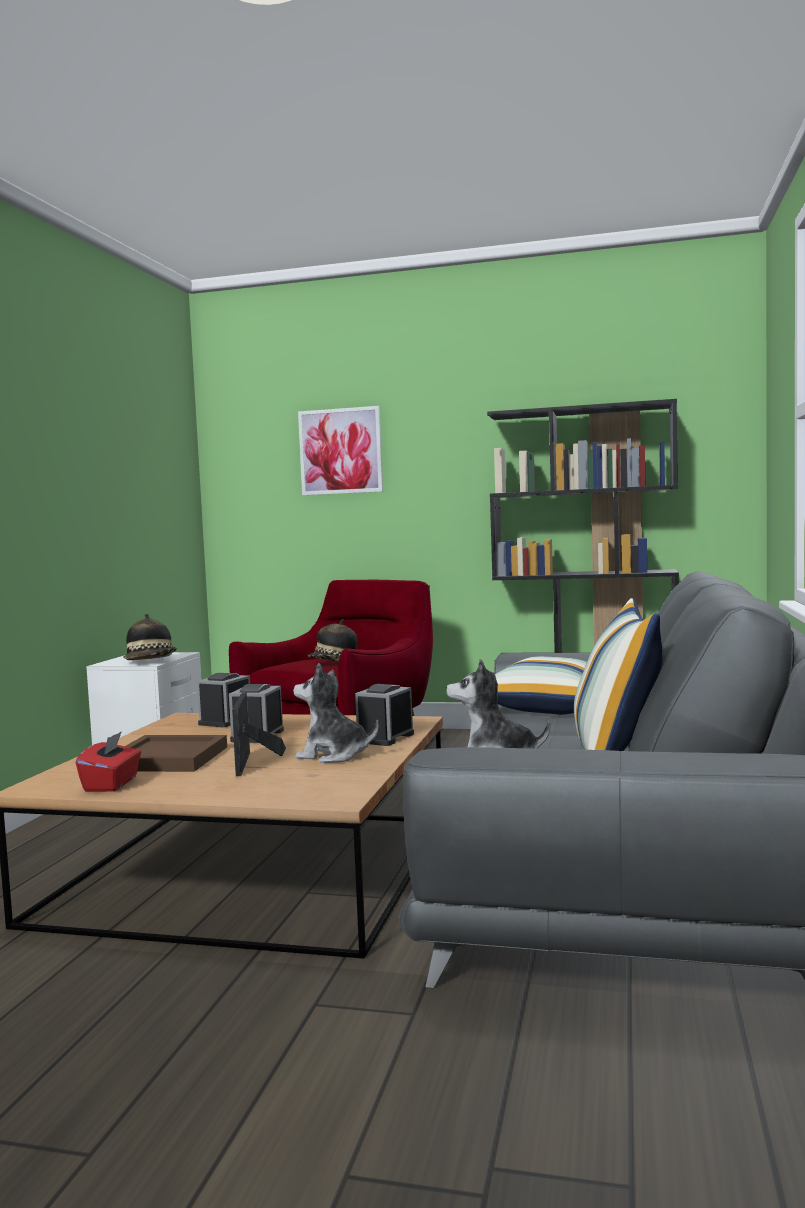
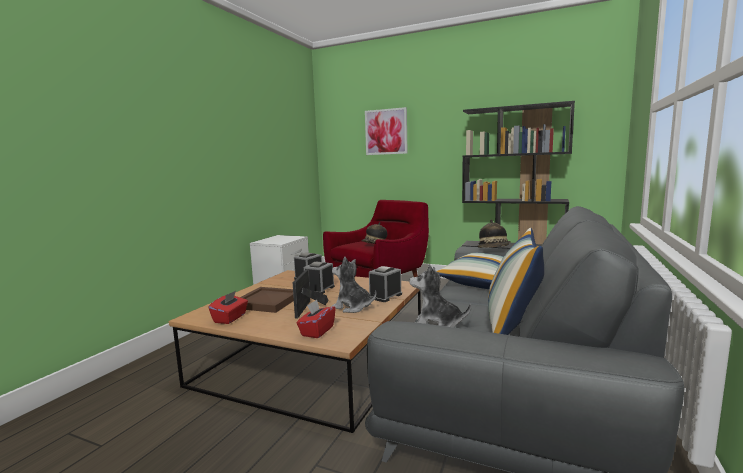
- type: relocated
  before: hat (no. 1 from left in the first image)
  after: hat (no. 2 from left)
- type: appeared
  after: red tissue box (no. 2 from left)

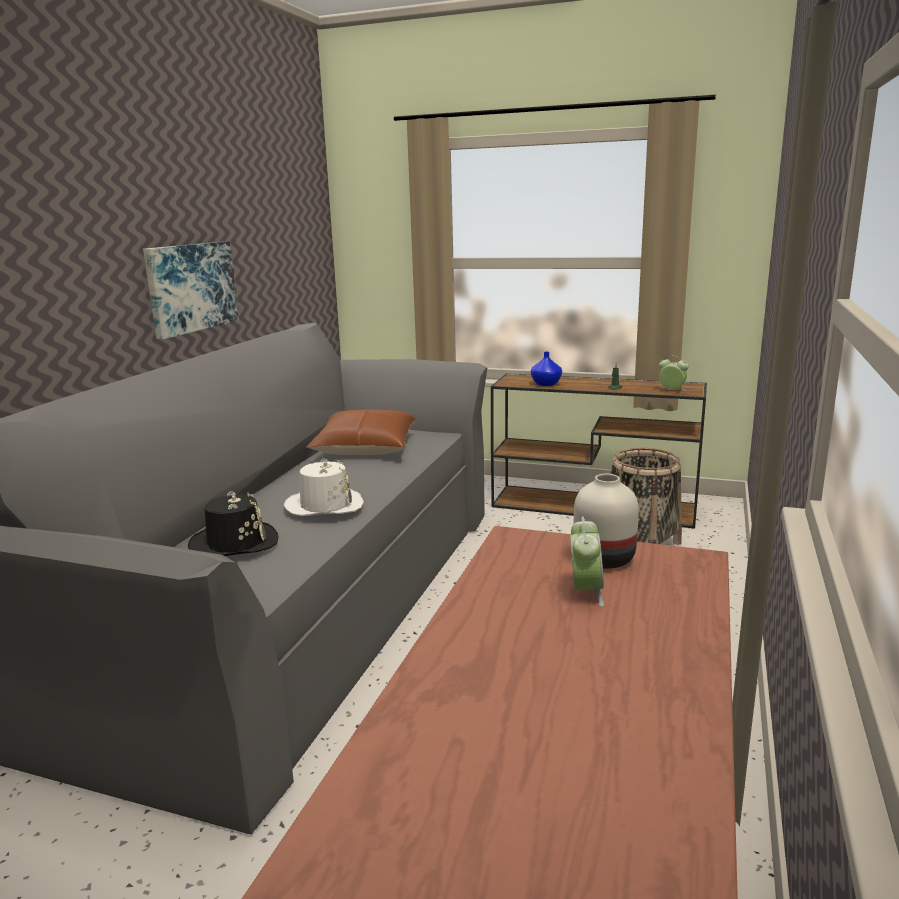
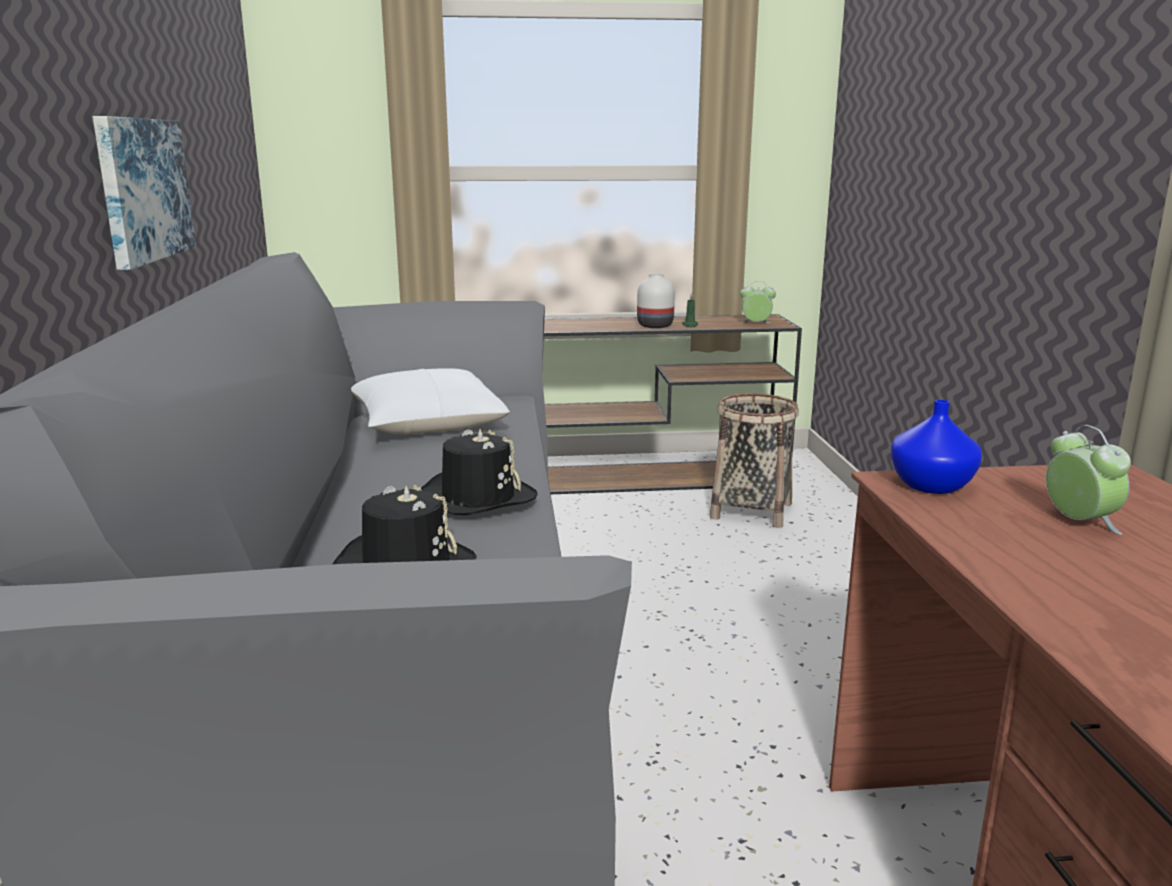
- type: relocated
  before: blue vase
- type: colour
  before: brown pillow
  after: white pillow
- type: colour
  before: white hat
  after: black hat (no. 2 from left)
- type: relocated
  before: white vase

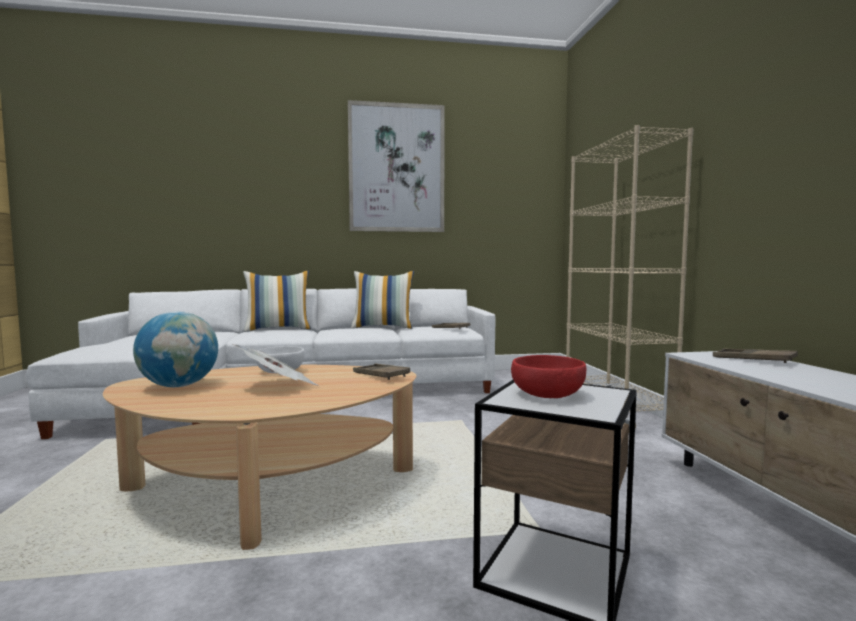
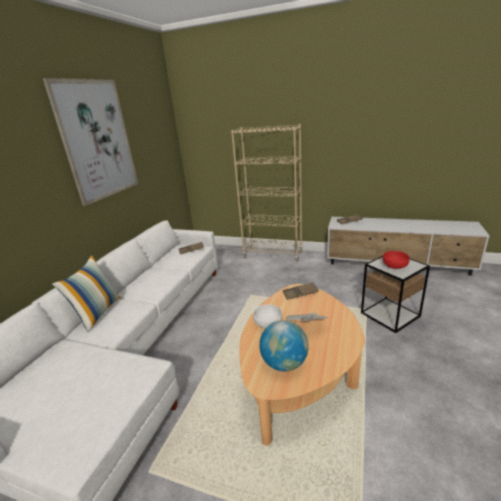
- type: missing
  before: pillow (no. 2 from left)

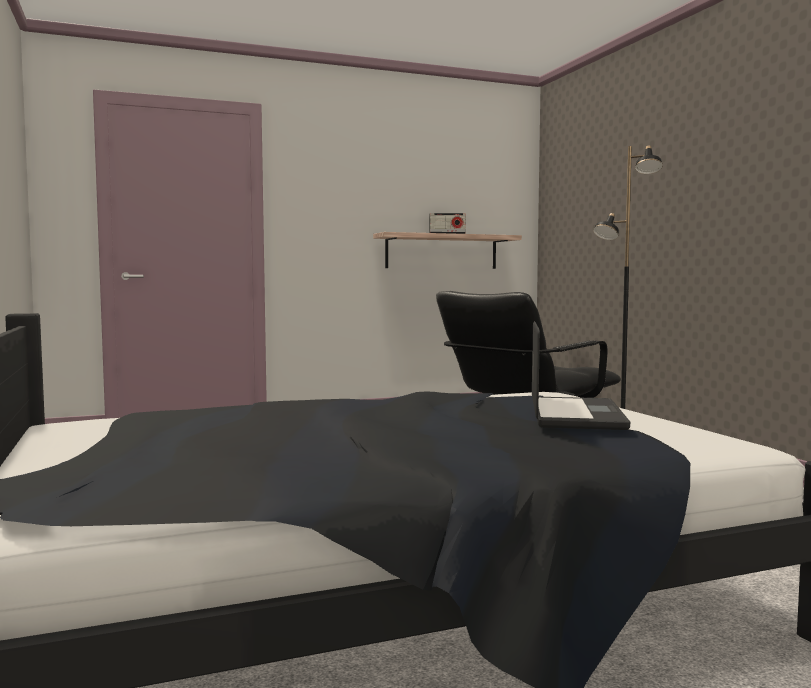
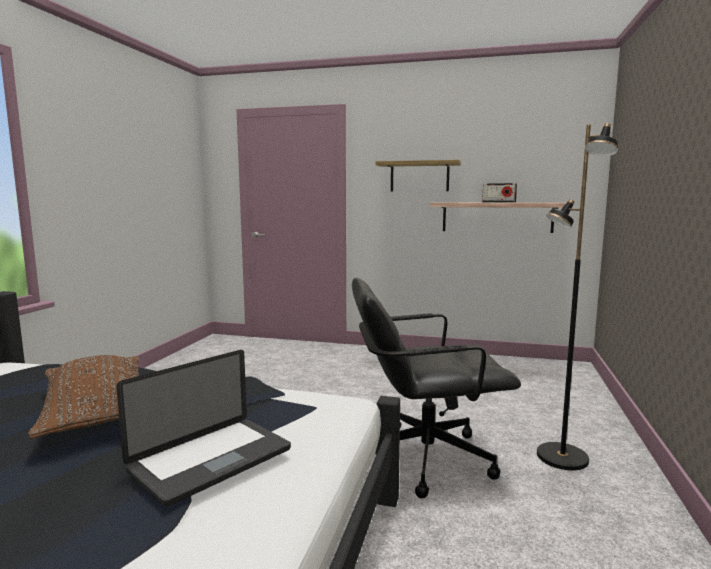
- type: appeared
  after: shelf (no. 1 from left)
- type: appeared
  after: brown pillow

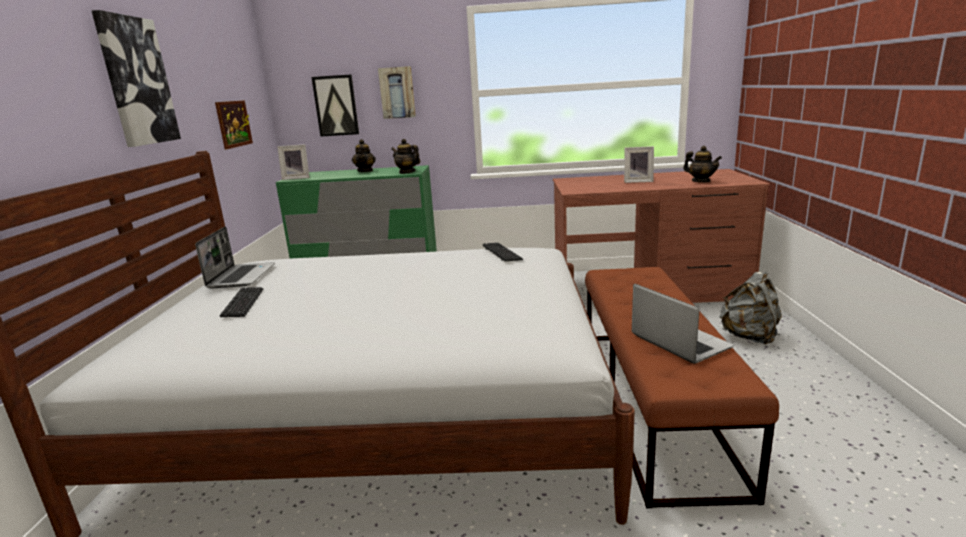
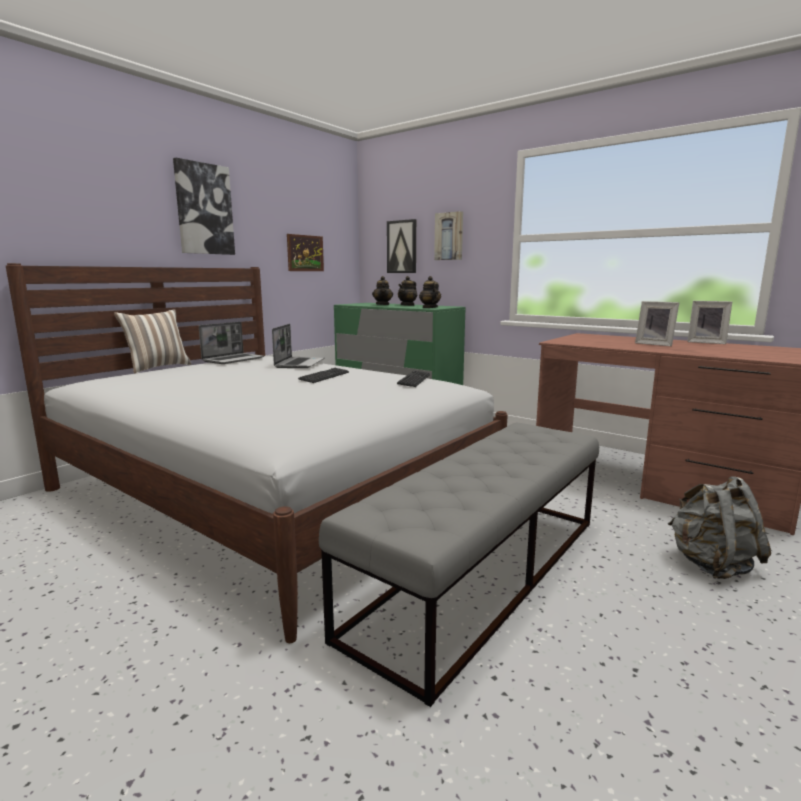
- type: relocated
  before: picture frame (no. 1 from left in the first image)
  after: picture frame (no. 2 from left)
- type: relocated
  before: teapot (no. 3 from left in the first image)
  after: teapot (no. 1 from left)
- type: colour
  before: brown bench
  after: grey bench
- type: relocated
  before: laptop (no. 2 from left)
- type: relocated
  before: keyboard (no. 1 from left)
- type: appeared
  after: pillow

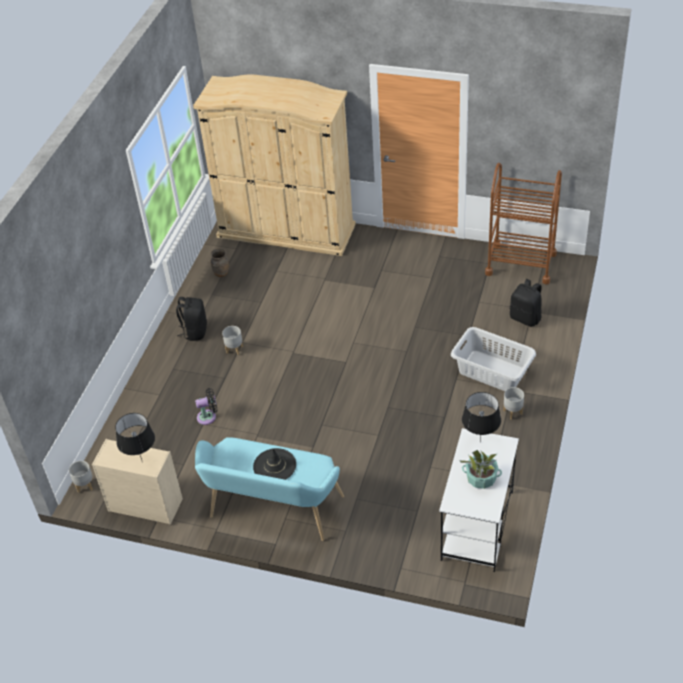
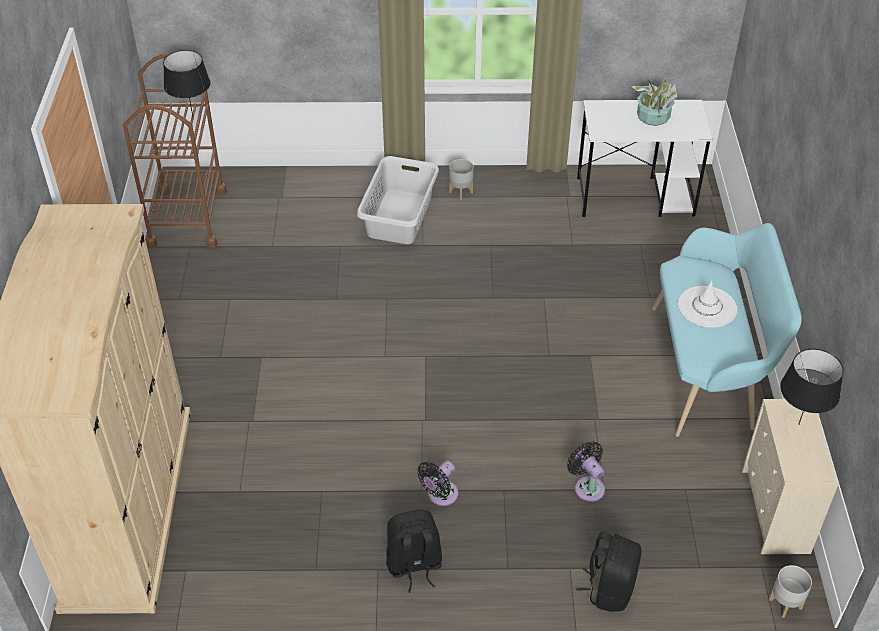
- type: missing
  before: brown vase
- type: relocated
  before: black backpack (no. 2 from left)
- type: exchanged
  before: grey planter (no. 2 from left)
  after: black fan (no. 1 from left)
- type: relocated
  before: black table lamp (no. 2 from left in the first image)
  after: black table lamp (no. 1 from left)
- type: colour
  before: black hat
  after: white hat

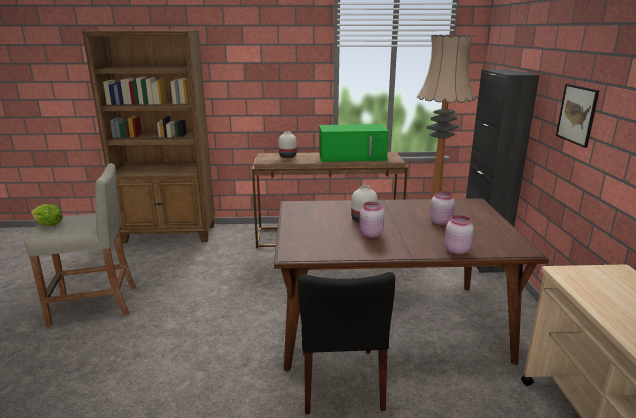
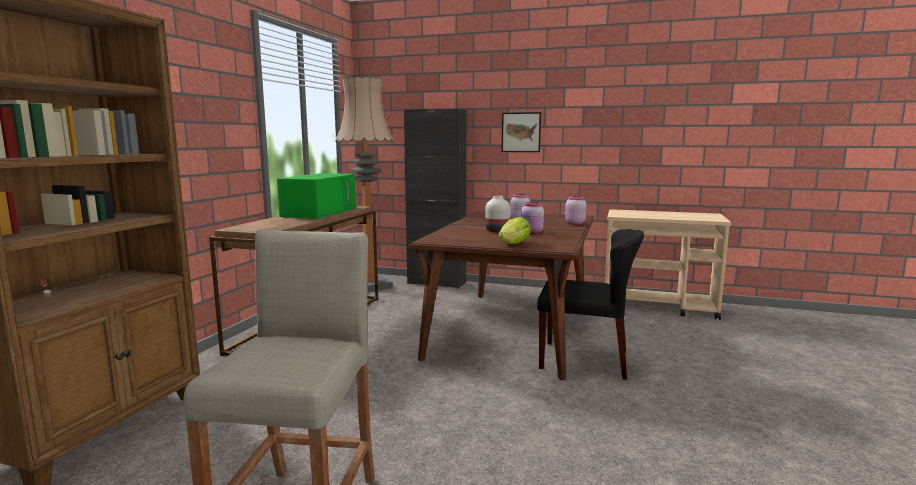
- type: missing
  before: white vase (no. 1 from left)
- type: relocated
  before: lettuce

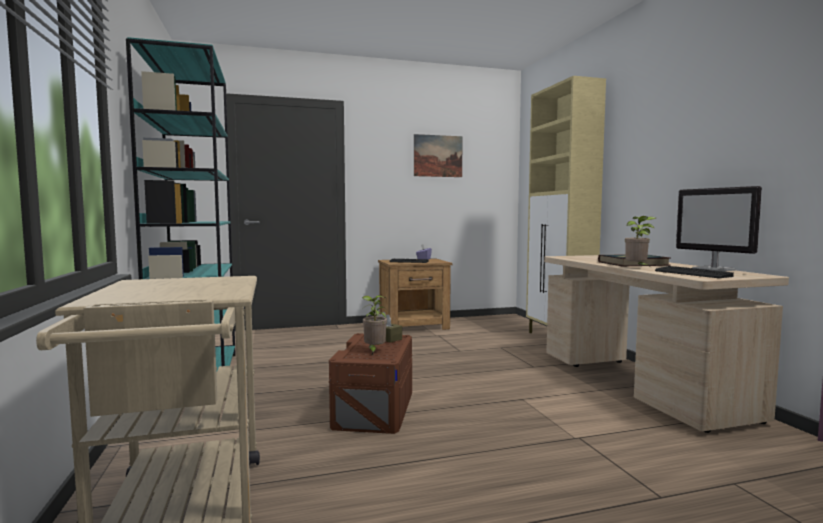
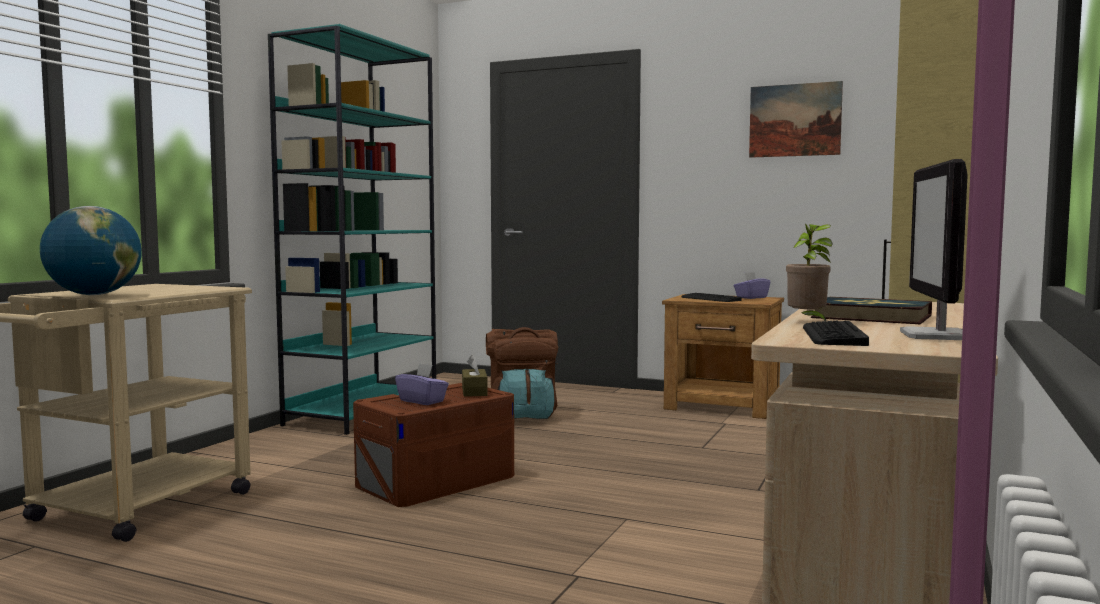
- type: exchanged
  before: potted plant (no. 1 from left)
  after: purple tissue box (no. 1 from left)
- type: appeared
  after: globe
- type: appeared
  after: brown backpack

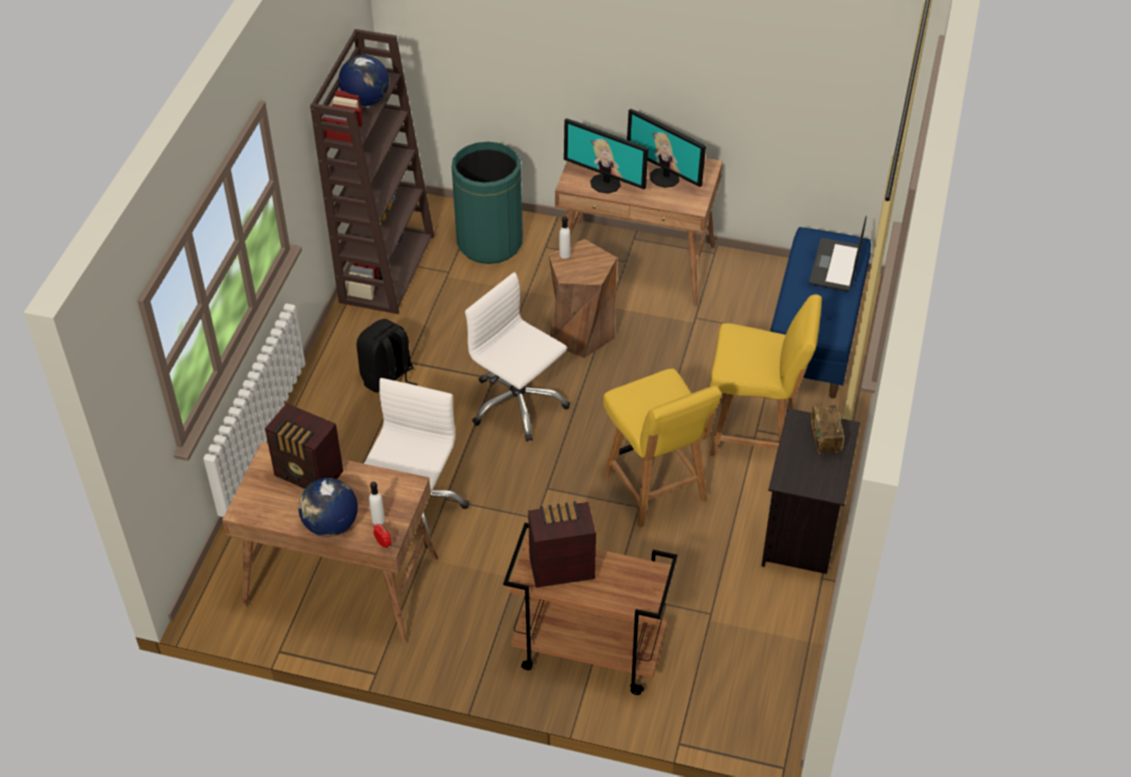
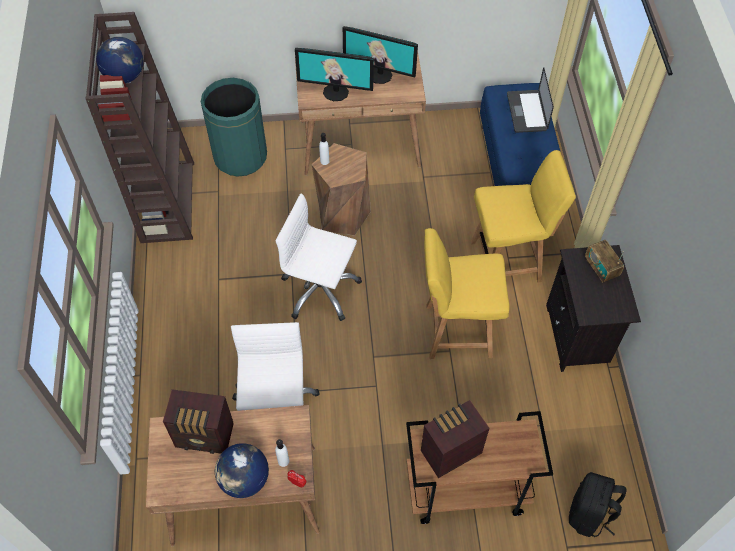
- type: relocated
  before: black backpack
- type: spun
  before: yellow chair (no. 1 from left)
  turn: 135

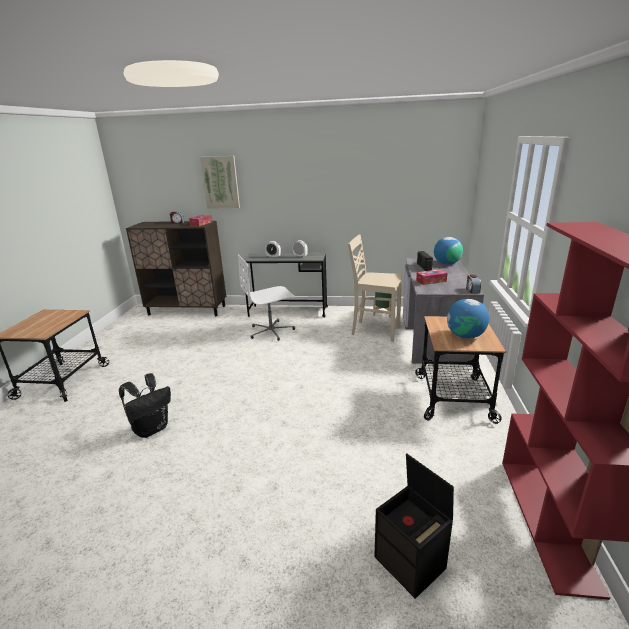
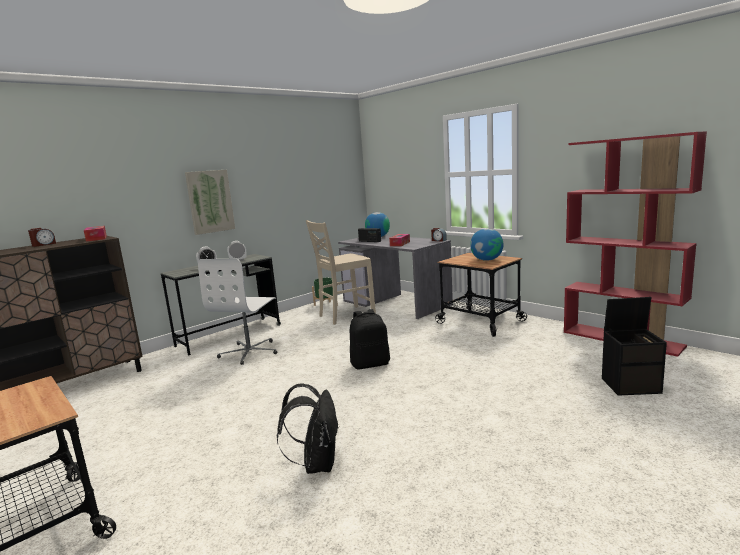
- type: relocated
  before: picture
- type: appeared
  after: black backpack (no. 2 from left)

